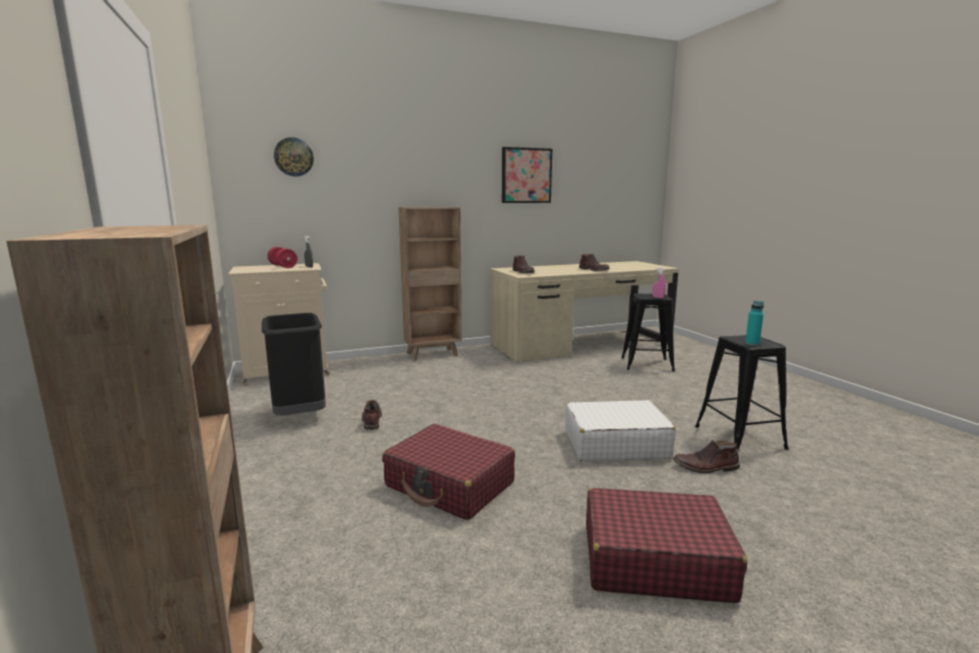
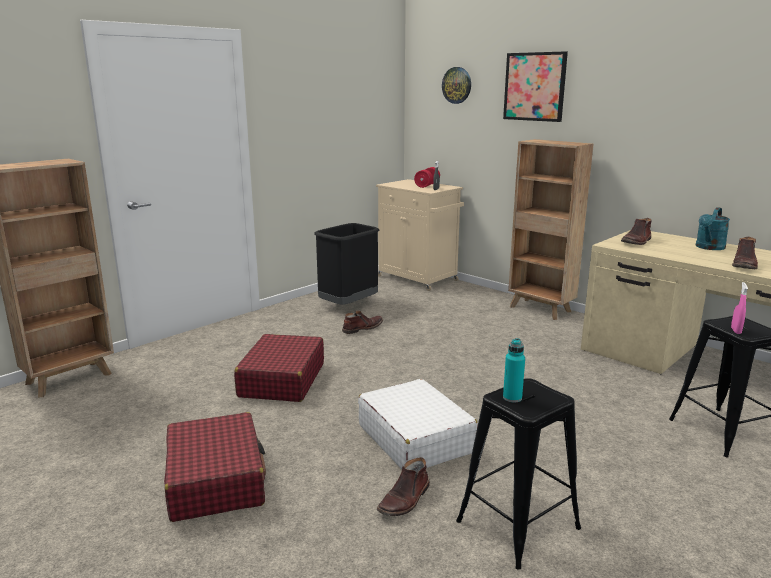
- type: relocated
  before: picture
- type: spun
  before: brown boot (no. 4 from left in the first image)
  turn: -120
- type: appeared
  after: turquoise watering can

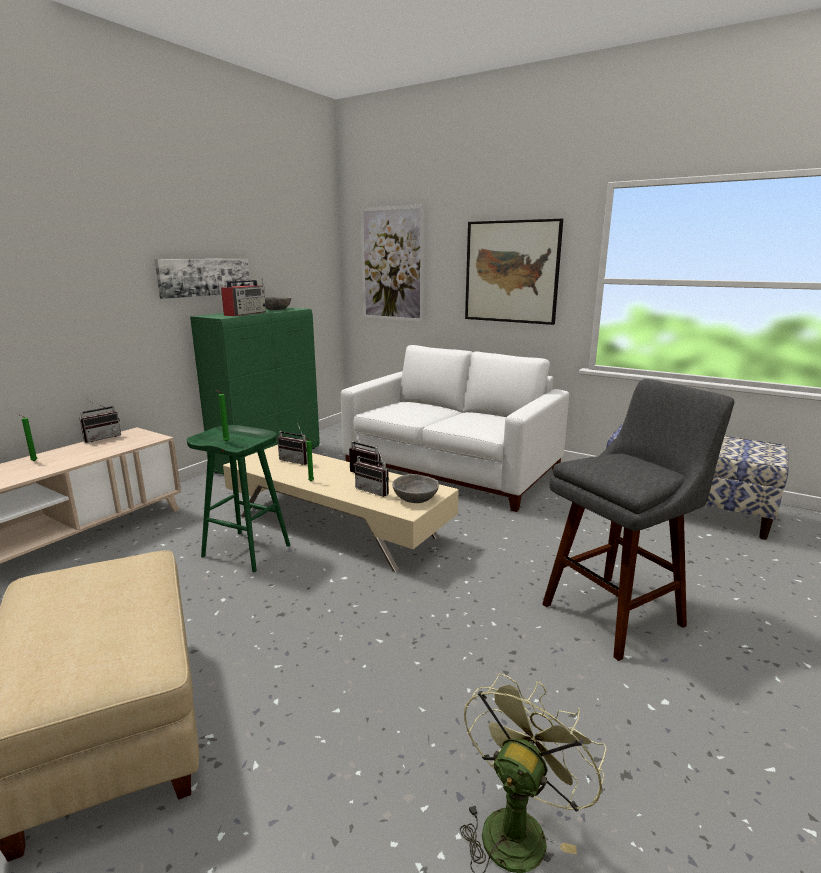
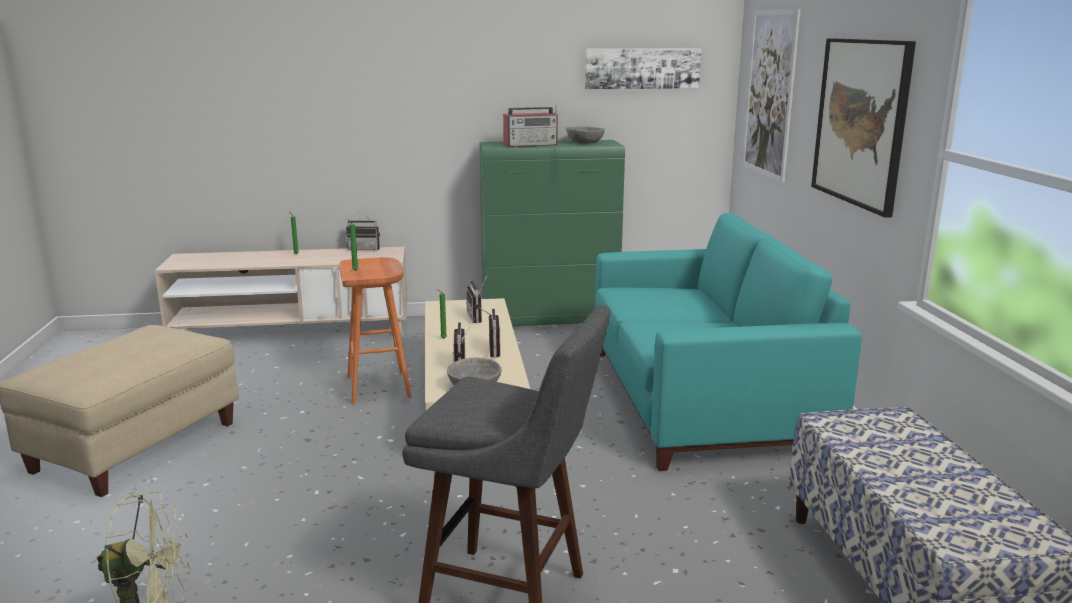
- type: relocated
  before: picture (no. 1 from left)
- type: colour
  before: white sofa
  after: turquoise sofa
- type: colour
  before: green stool
  after: orange stool

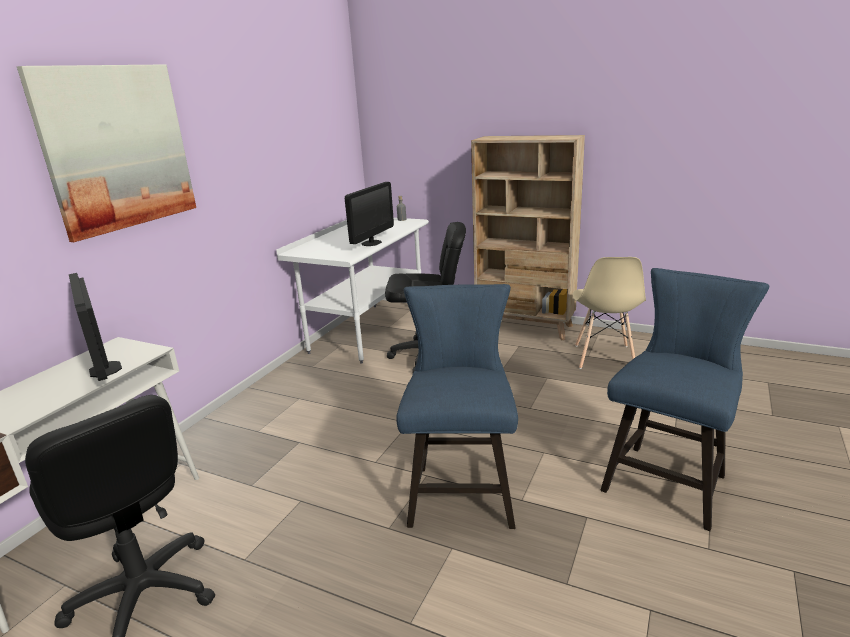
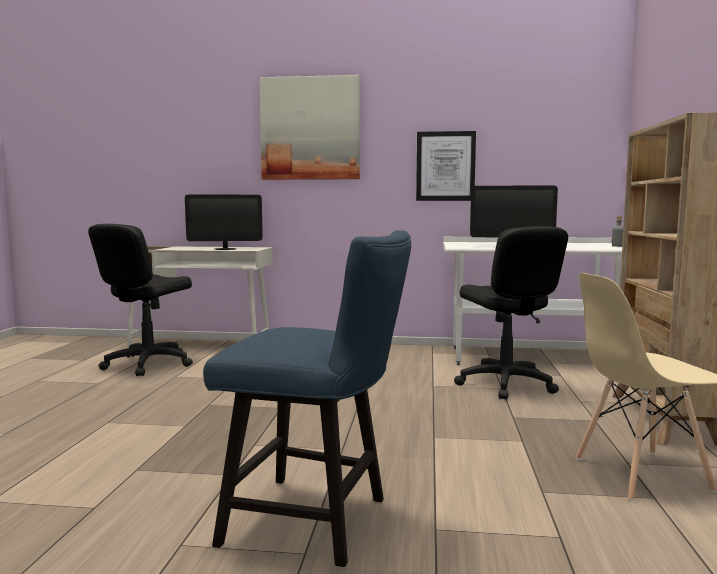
- type: spun
  before: monitor (no. 1 from left)
  turn: -135
- type: missing
  before: blue chair (no. 1 from left)
- type: appeared
  after: picture (no. 2 from left)

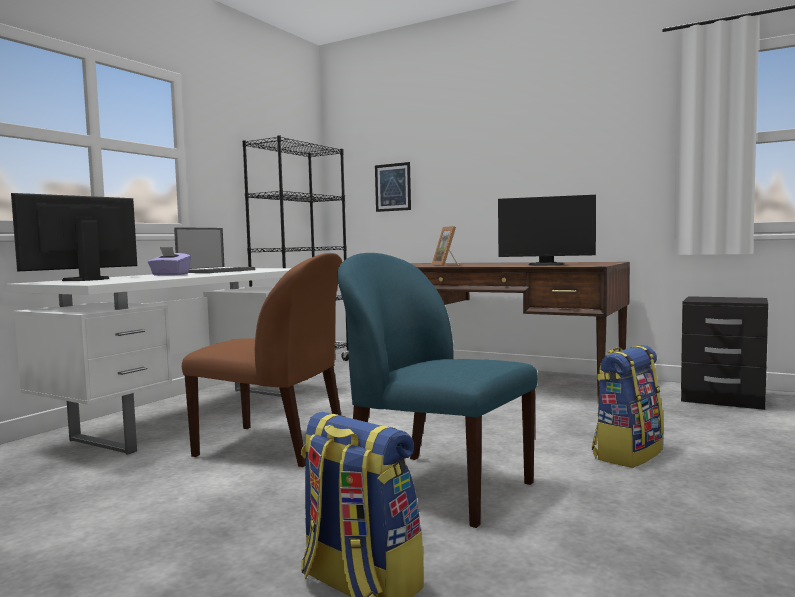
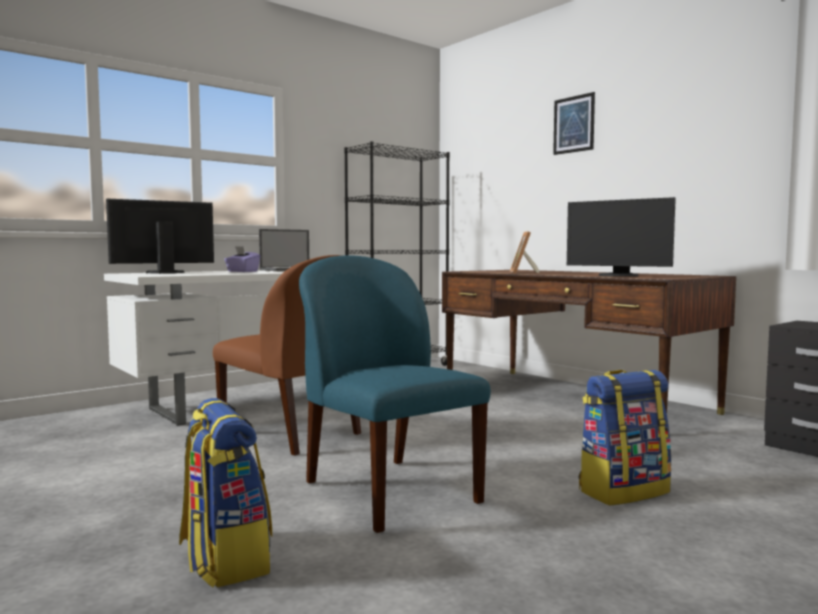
- type: relocated
  before: picture

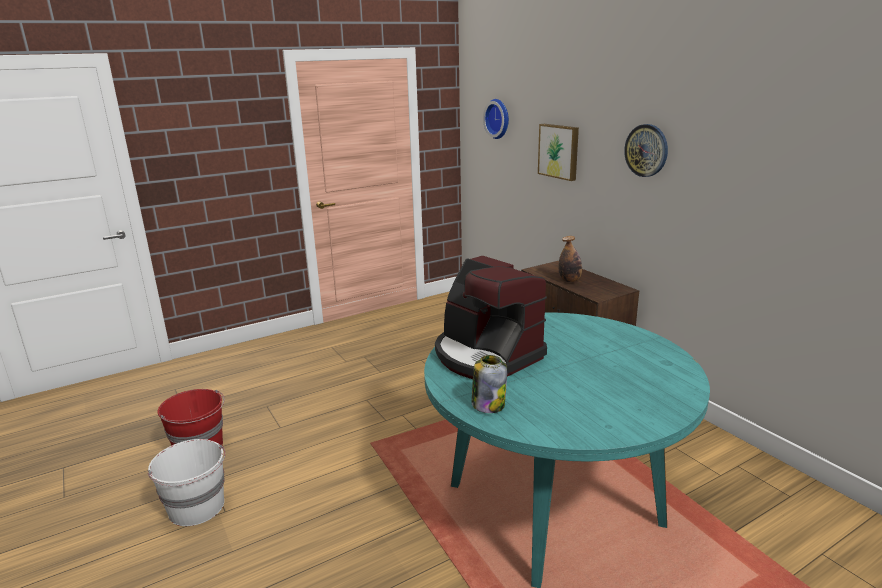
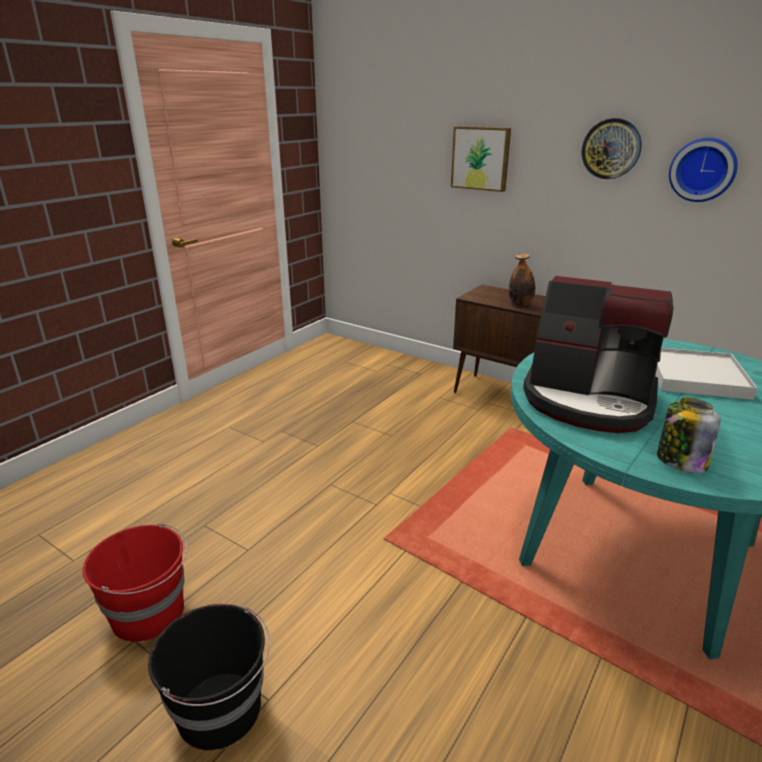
- type: relocated
  before: wall clock (no. 1 from left in the first image)
  after: wall clock (no. 2 from left)
- type: colour
  before: white bucket
  after: black bucket
- type: appeared
  after: white tray

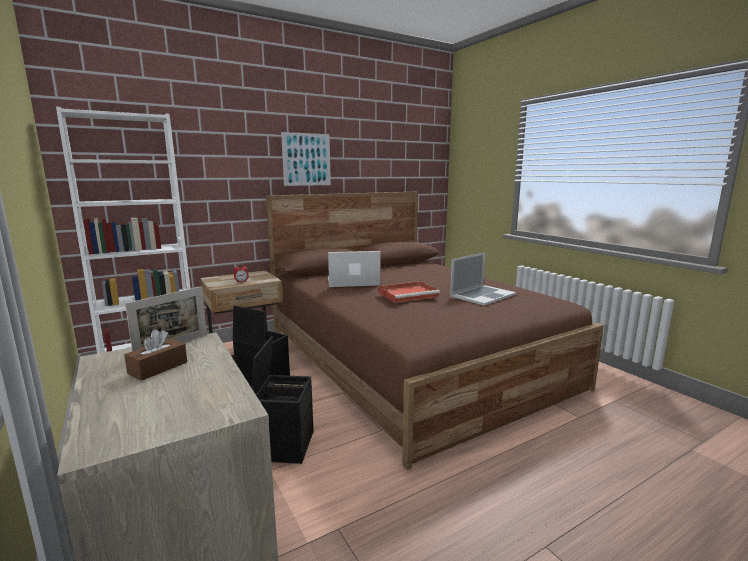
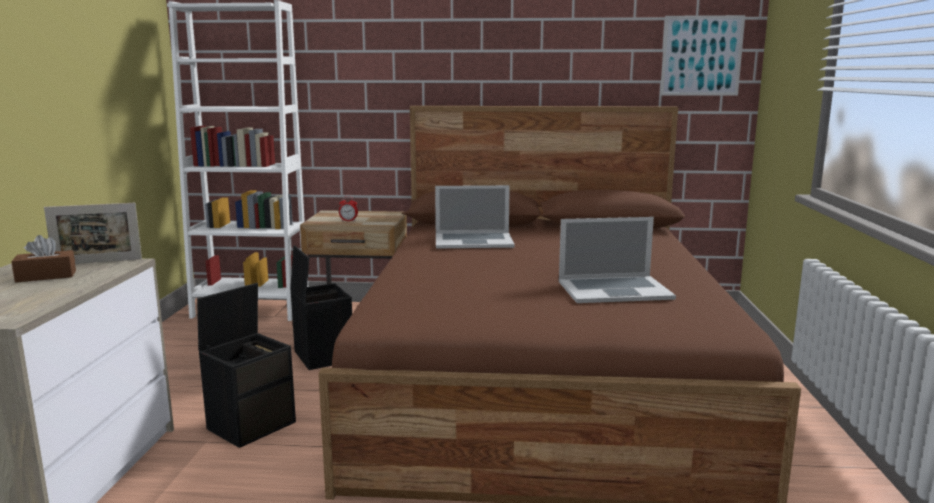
- type: relocated
  before: picture
- type: spun
  before: laptop (no. 1 from left)
  turn: 150
- type: missing
  before: red tray

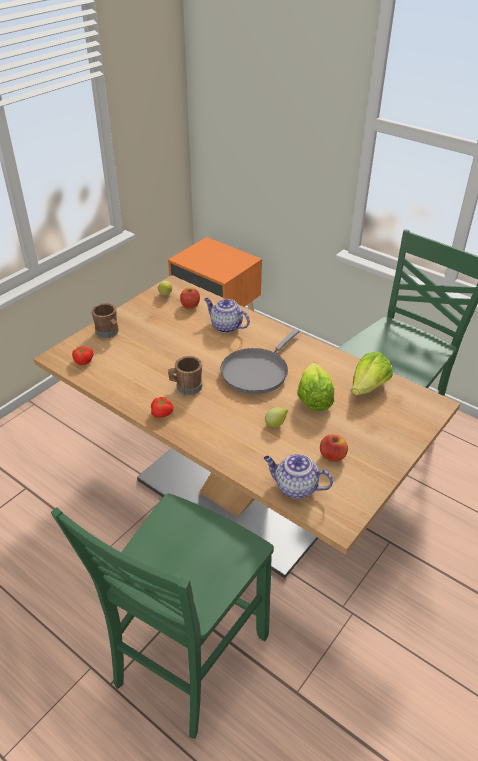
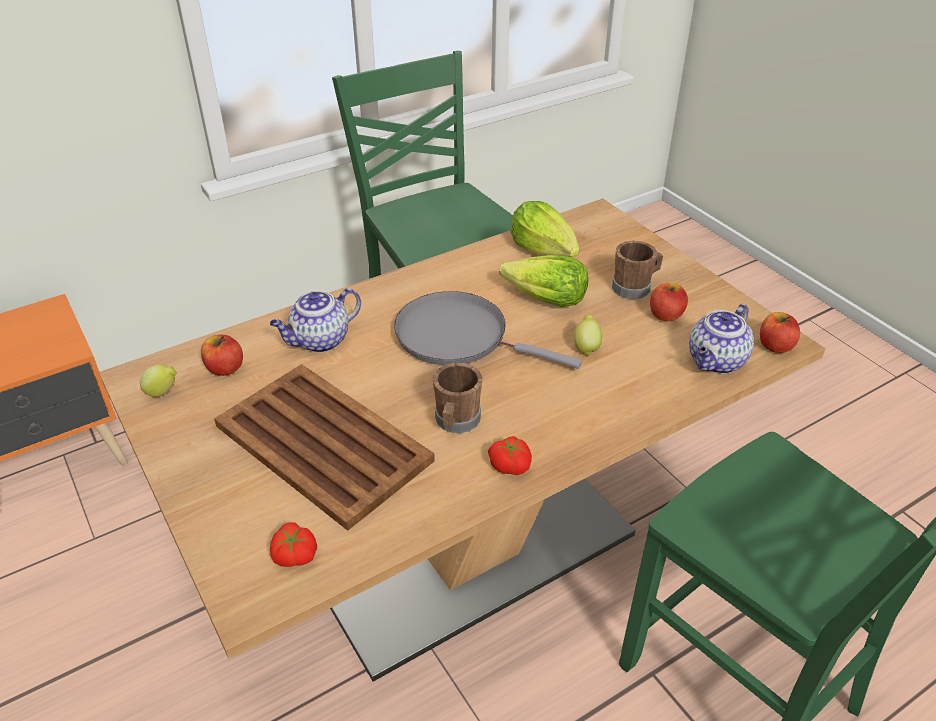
- type: relocated
  before: brown mug (no. 1 from left in the first image)
  after: brown mug (no. 2 from left)
- type: spun
  before: grey frying pan
  turn: 150
- type: appeared
  after: apple (no. 3 from left)
- type: appeared
  after: brown tray

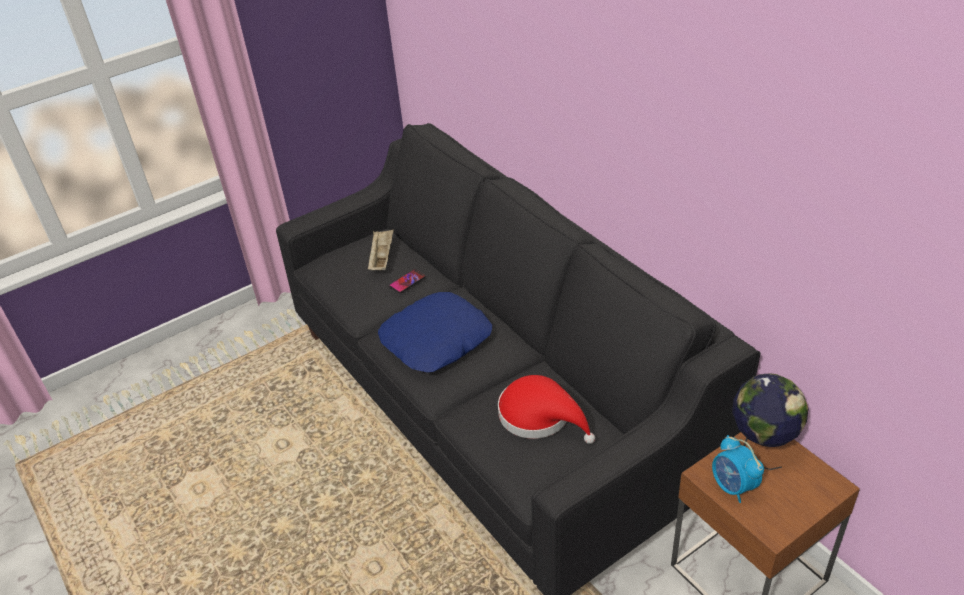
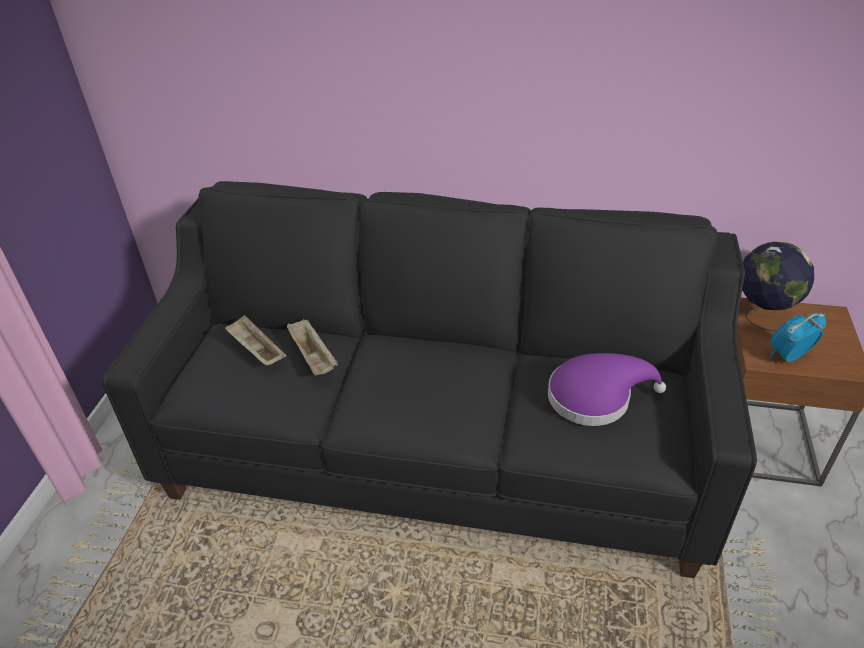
- type: exchanged
  before: phone
  after: beige tray (no. 2 from left)
- type: missing
  before: blue pillow
- type: colour
  before: red hat
  after: purple hat
- type: spun
  before: alarm clock
  turn: 135

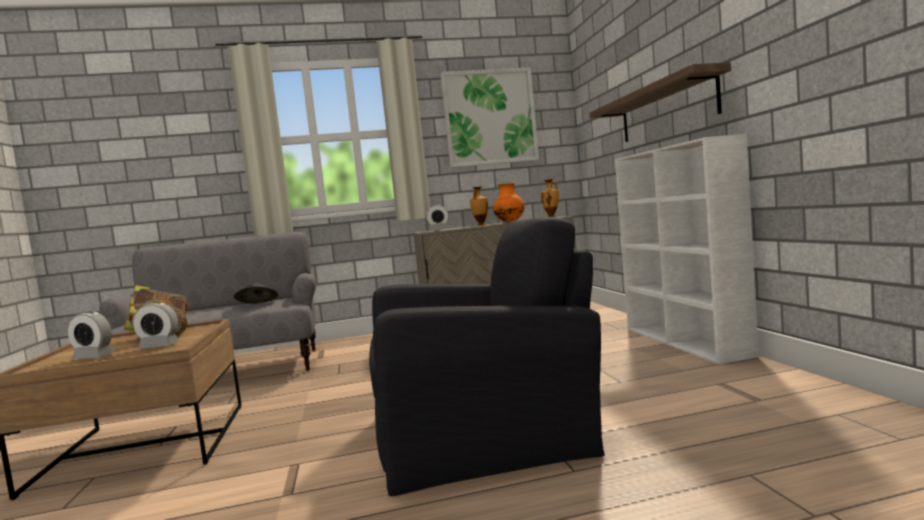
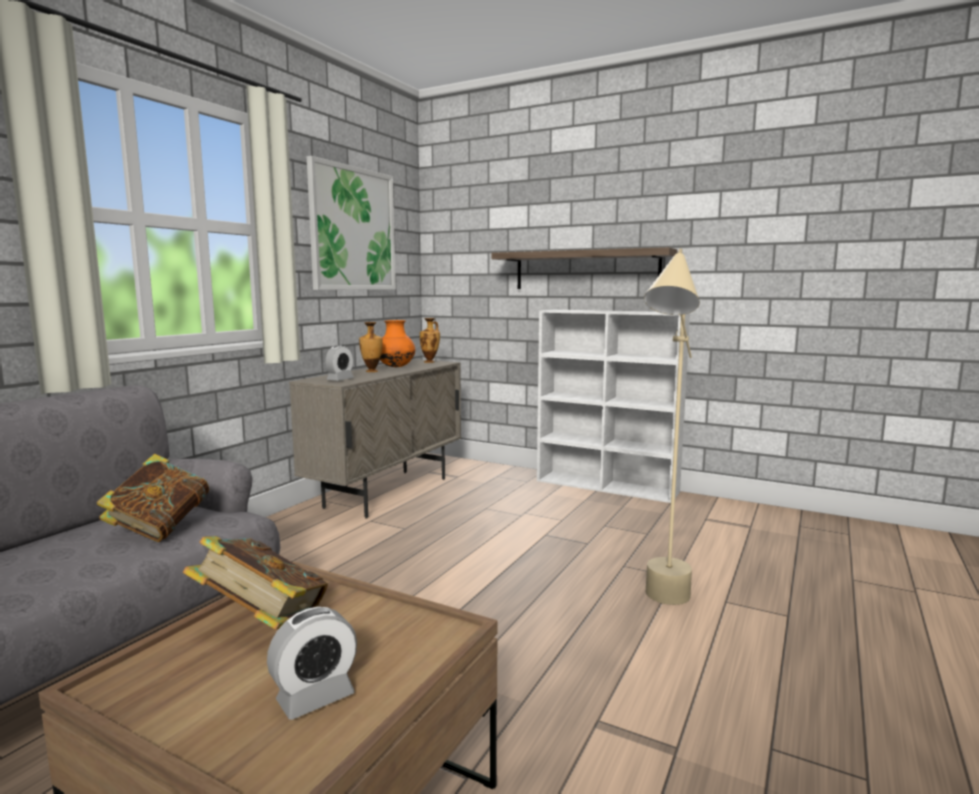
- type: exchanged
  before: black armchair
  after: beige floor lamp
- type: exchanged
  before: grey hat
  after: book (no. 1 from left)
- type: missing
  before: alarm clock (no. 2 from left)

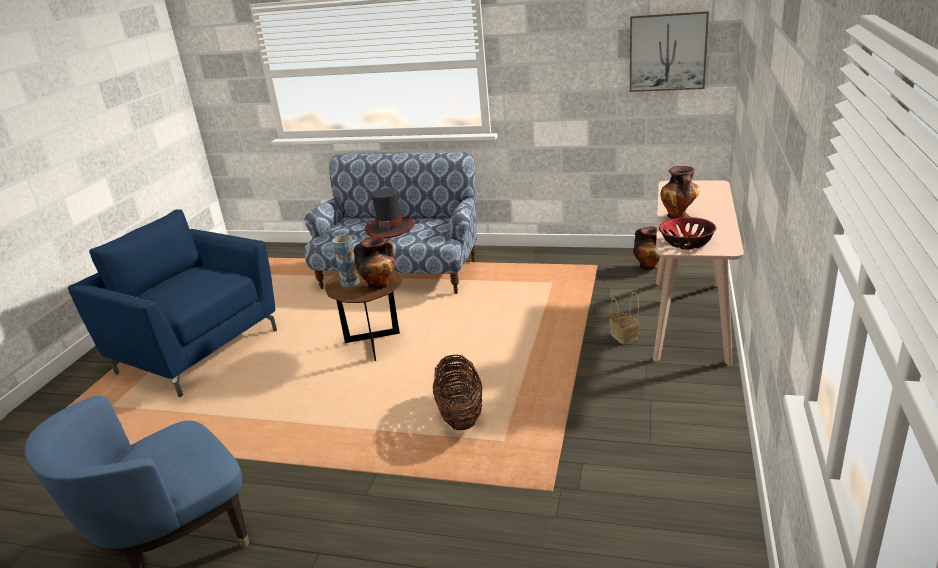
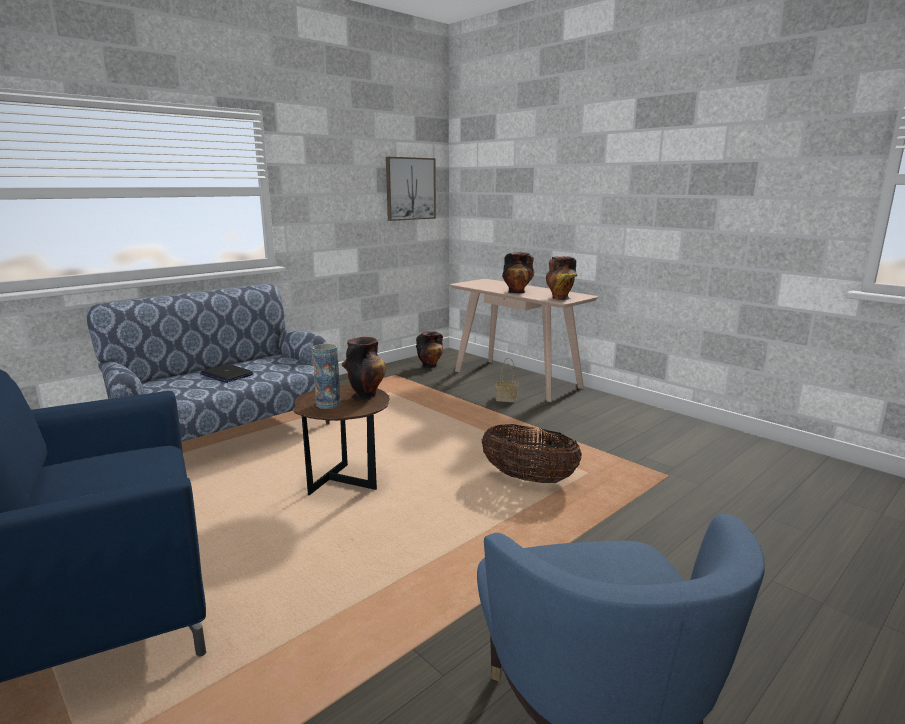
- type: exchanged
  before: hat
  after: laptop
- type: exchanged
  before: bowl
  after: vase (no. 5 from left)

